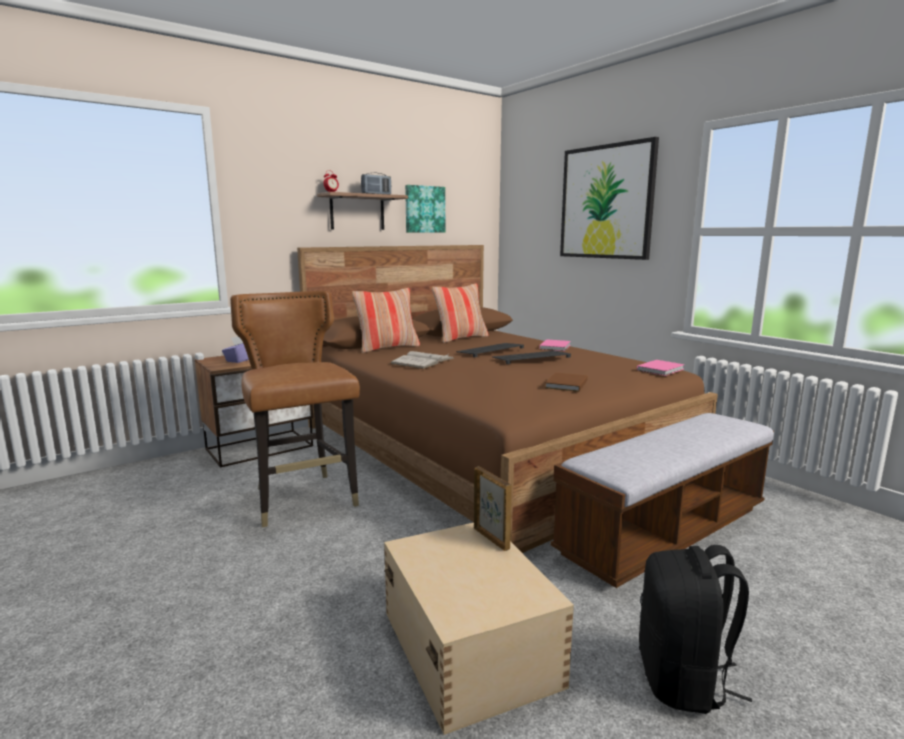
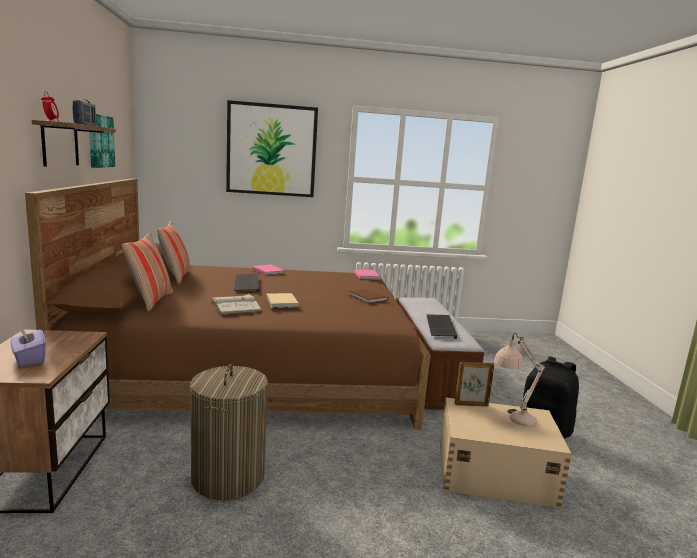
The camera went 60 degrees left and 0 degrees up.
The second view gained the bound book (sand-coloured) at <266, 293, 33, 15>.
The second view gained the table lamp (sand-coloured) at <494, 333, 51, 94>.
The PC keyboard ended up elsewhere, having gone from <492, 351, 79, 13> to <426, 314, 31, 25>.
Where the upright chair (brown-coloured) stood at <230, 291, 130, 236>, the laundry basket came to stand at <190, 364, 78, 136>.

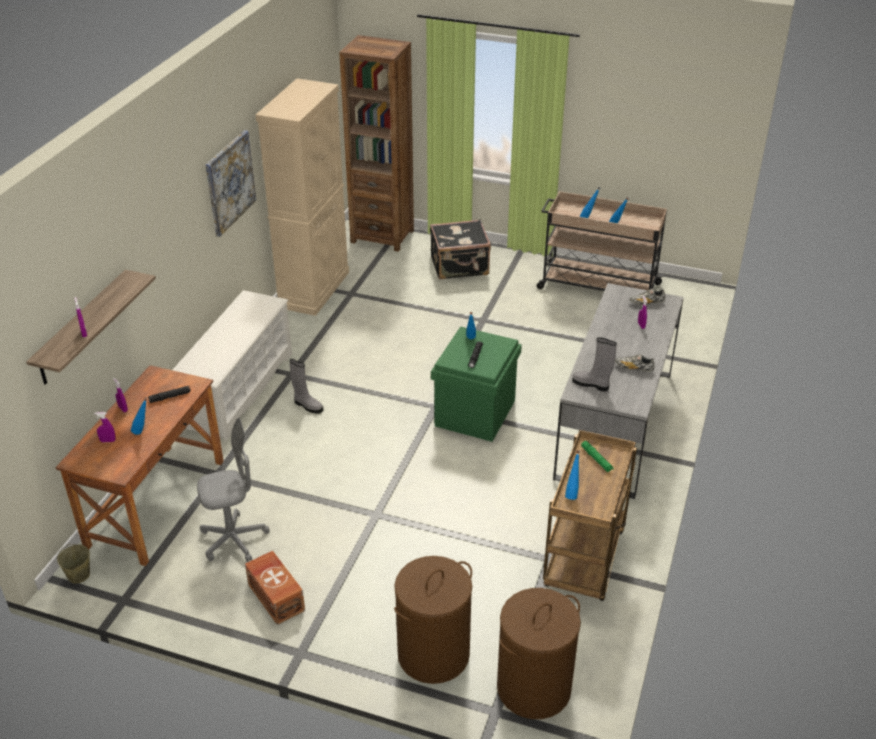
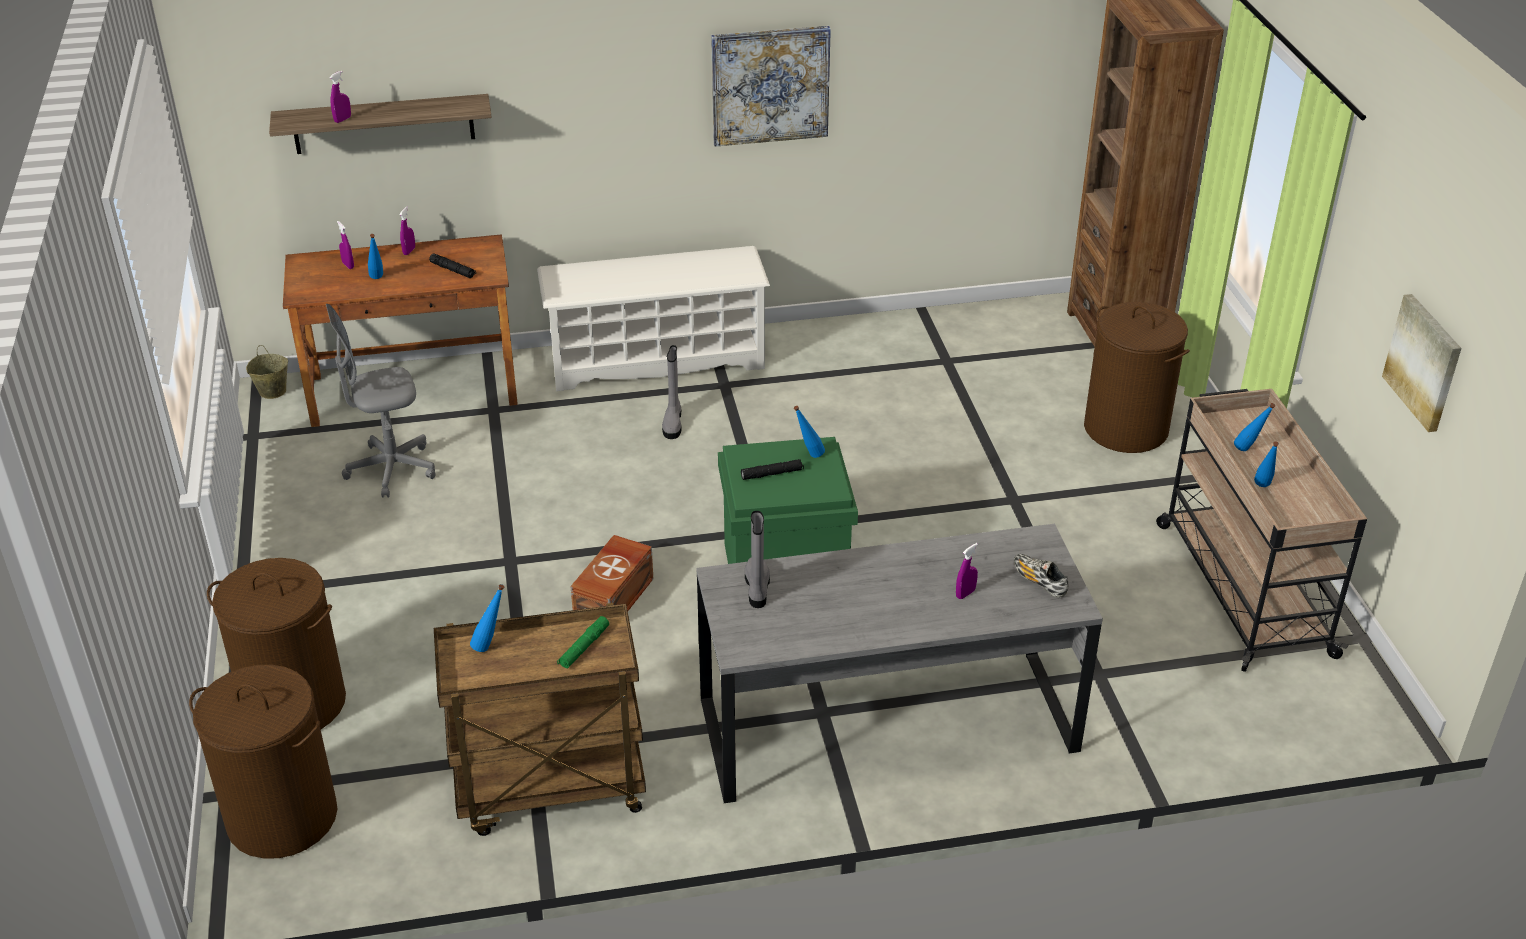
The camera went 60 degrees right and 0 degrees up.
The second view lost the storage cabinet (sand-coloured) at <255, 79, 94, 237>.
The second view lost the item of footwear at <615, 354, 40, 18>.
The second view gained the picture at <1382, 294, 79, 138>.
The storage box (brown-coloured) ended up elsewhere, having gone from <245, 551, 60, 74> to <570, 535, 83, 76>.
Where the piece of luggage (black-coloured) stood at <430, 219, 61, 60>, the laundry basket (brown-coloured) came to stand at <1084, 302, 106, 151>.
The office chair (greyish) at <197, 418, 73, 144> ended up facing another way, 120 degrees clockwise from before.

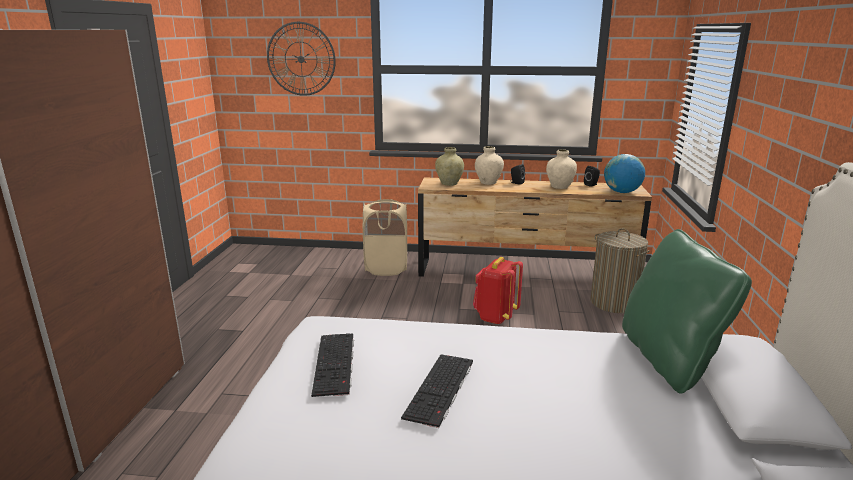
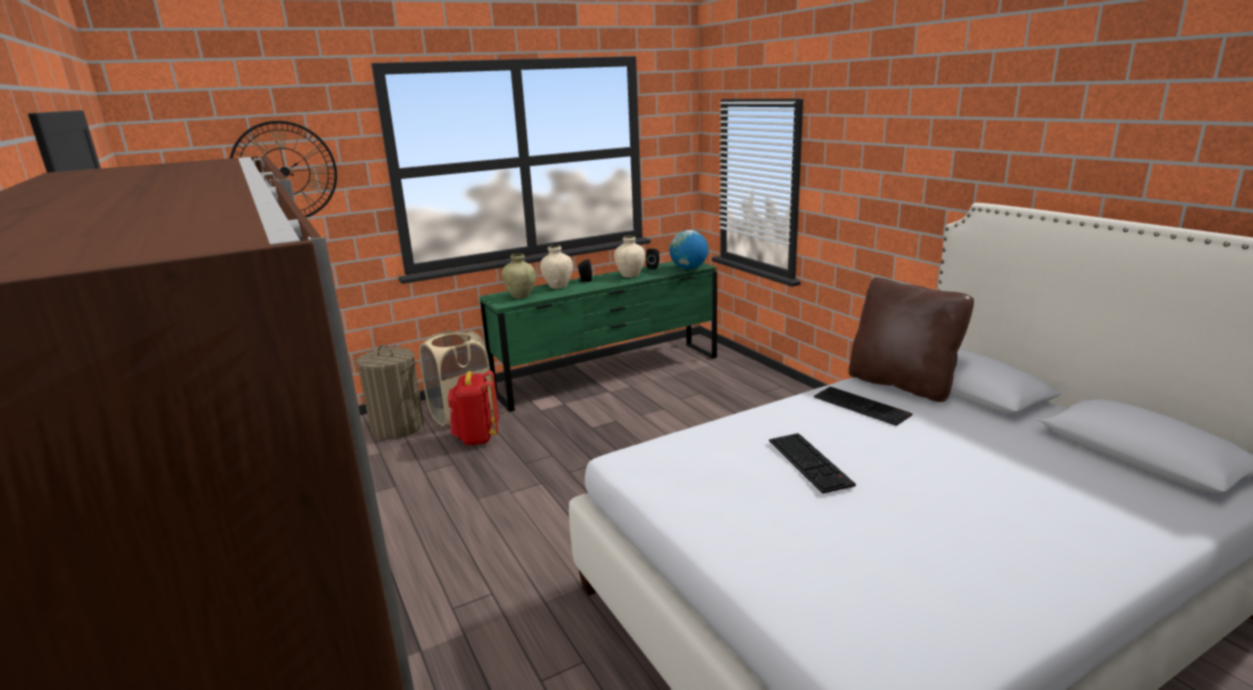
The camera went 35 degrees left and 0 degrees up.
The PC keyboard ended up elsewhere, having gone from <311, 333, 43, 64> to <814, 387, 99, 39>.
The knapsack (red-coloured) ended up elsewhere, having gone from <473, 257, 50, 67> to <448, 371, 51, 74>.
The laundry basket ended up elsewhere, having gone from <590, 228, 60, 85> to <356, 345, 68, 94>.
What was the dresser (brown-coloured) at <418, 177, 234, 100> turned into the dresser (green) at <480, 261, 237, 151>.
What was the cushion (green) at <622, 229, 130, 165> turned into the cushion (brown-coloured) at <848, 278, 126, 124>.

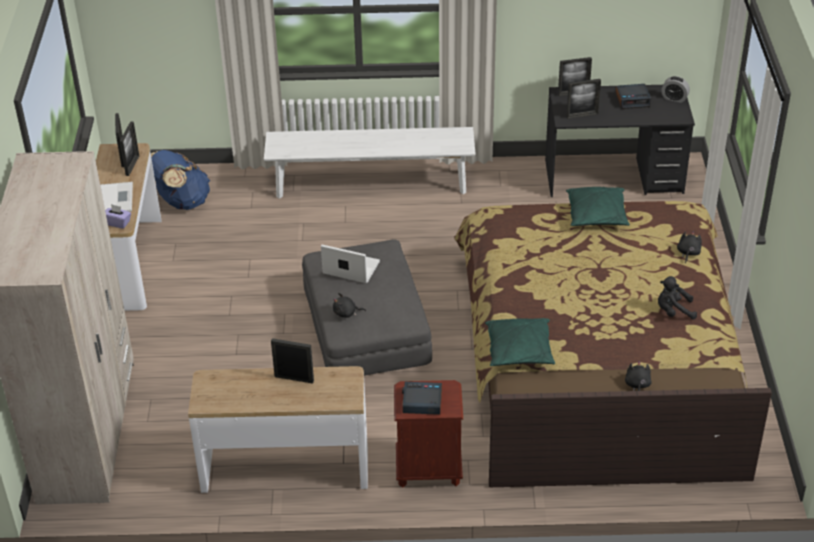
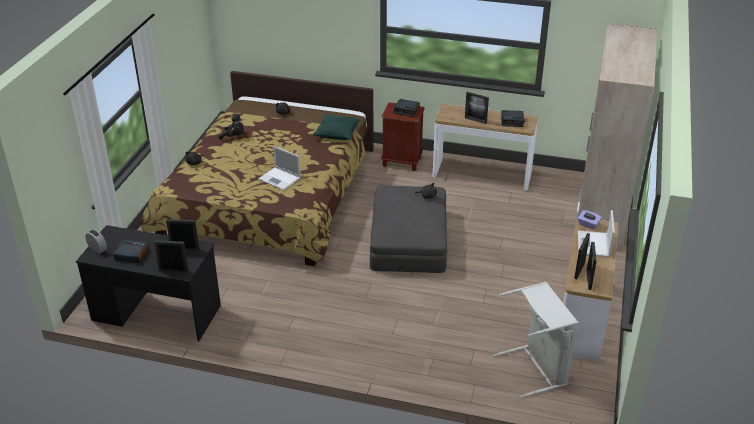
The camera went 165 degrees left and 5 degrees down.
The second view lost the bench (white-coloured) at <264, 127, 212, 72>.
The second view lost the cushion (green) at <566, 187, 64, 39>.
The second view gained the table clock at <501, 110, 24, 17>.
The portable computer ended up elsewhere, having gone from <321, 244, 59, 39> to <258, 146, 43, 44>.
Where the knapsack (bluish) stood at <151, 150, 59, 60>, the laundry basket (greyish) came to stand at <493, 282, 86, 116>.

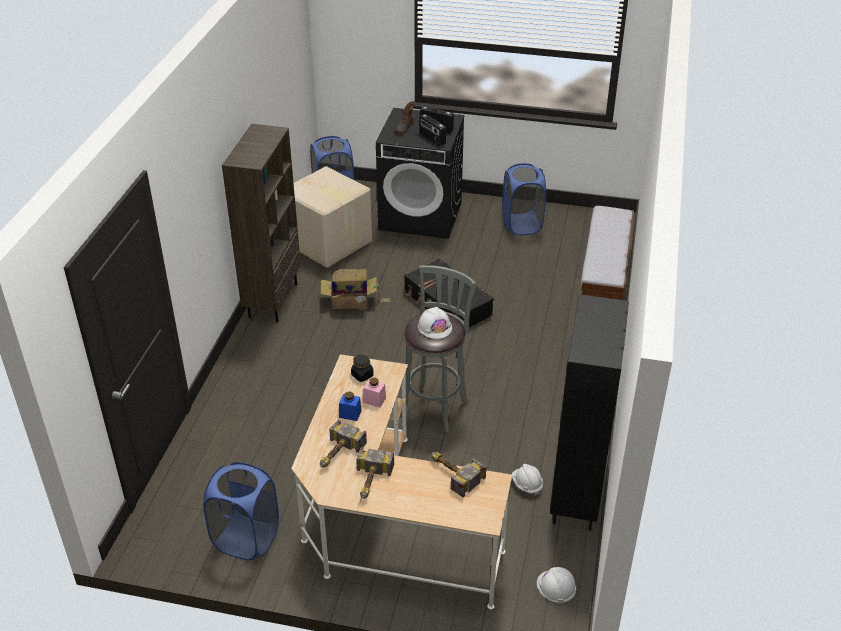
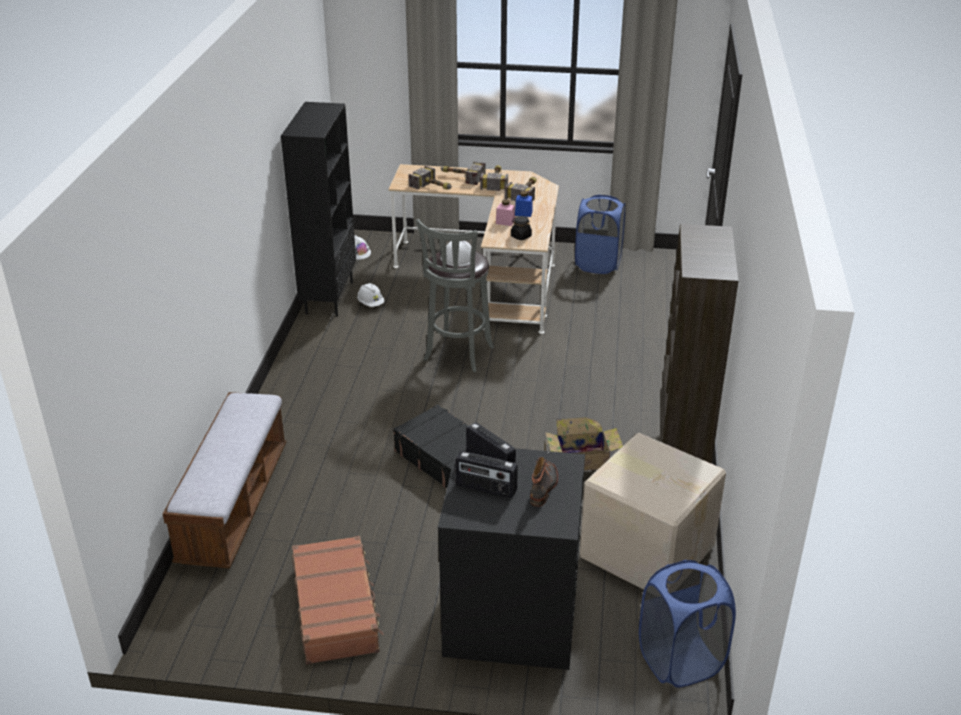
The camera went 175 degrees right and 5 degrees down.
The second view gained the hammer at <441, 161, 45, 24>.
Where the laundry basket (bluish) stood at <502, 163, 44, 72>, the piece of luggage (brown-coloured) came to stand at <292, 536, 92, 129>.

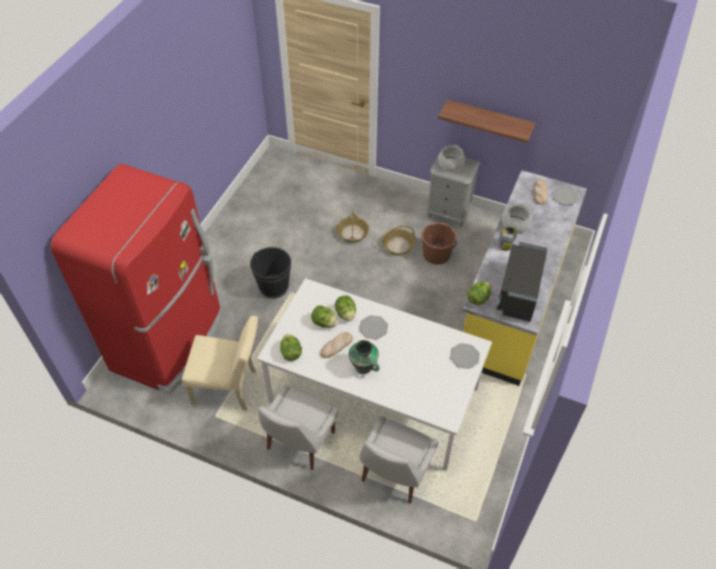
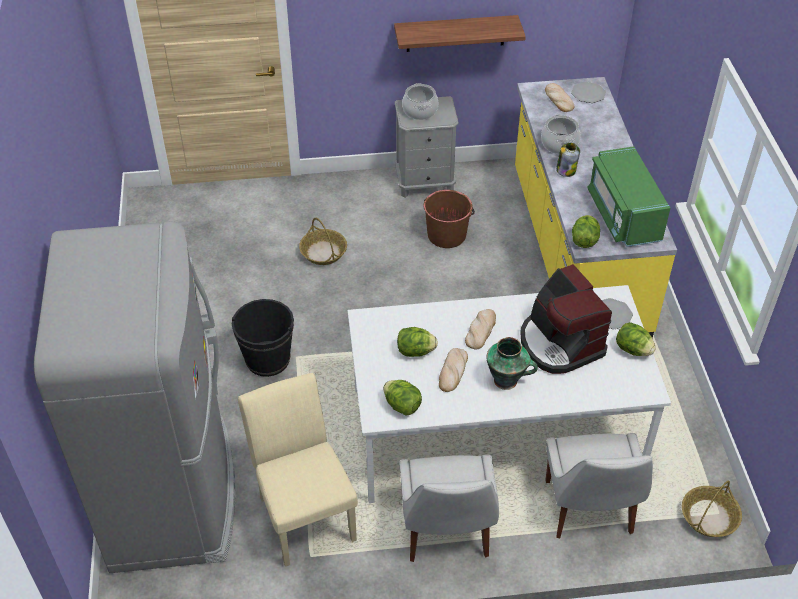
The camera went 30 degrees left and 5 degrees down.
The second view gained the coffee maker at <520, 264, 92, 110>.
The lettuce head ended up elsewhere, having gone from <335, 295, 21, 26> to <616, 322, 40, 34>.
The household basket ended up elsewhere, having gone from <382, 225, 33, 30> to <682, 481, 60, 56>.
Where the dinner plate stood at <359, 315, 29, 24>, the baked bread came to stand at <465, 309, 31, 41>.
What was the fridge (red-coloured) at <51, 164, 172, 231> turned into the fridge (greyish) at <34, 221, 201, 352>.
What was the microwave oven (black-coloured) at <497, 242, 51, 80> turned into the microwave oven (green) at <587, 146, 83, 101>.
The upright chair (sand-coloured) at <182, 316, 76, 95> ended up facing another way, 90 degrees counterclockwise from before.

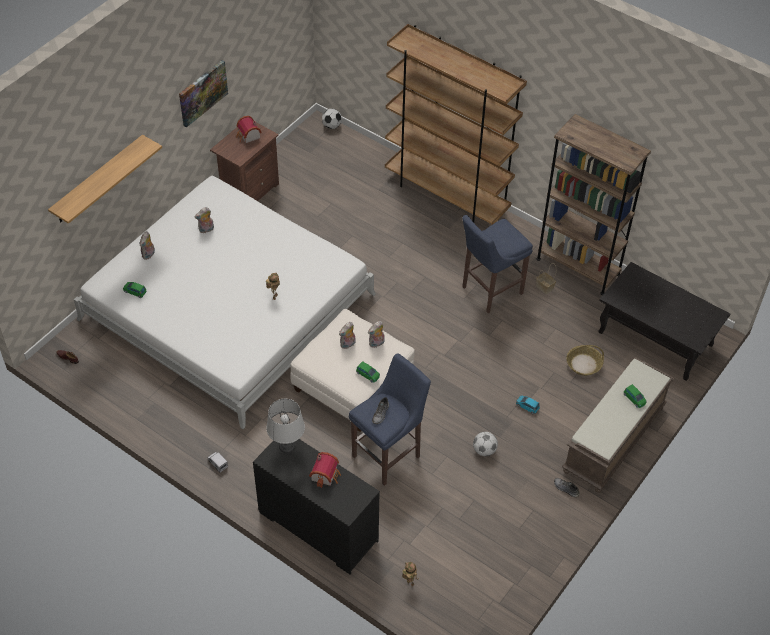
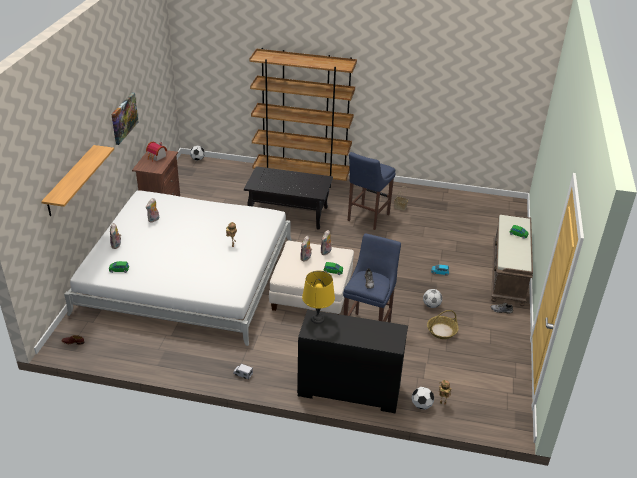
The camera went 25 degrees left and 15 degrees down.
The second view lost the miniature house at <309, 452, 32, 36>.
The second view lost the shelving unit (brown-coloured) at <536, 114, 115, 181>.
The second view gained the football at <412, 387, 22, 23>.
The household basket ended up elsewhere, having gone from <566, 345, 38, 31> to <427, 310, 32, 29>.
The low table (black-coloured) ended up elsewhere, having gone from <598, 262, 132, 119> to <244, 166, 89, 64>.
What was the table lamp (greyish) at <266, 399, 39, 54> turned into the table lamp (yellow) at <302, 271, 33, 53>.

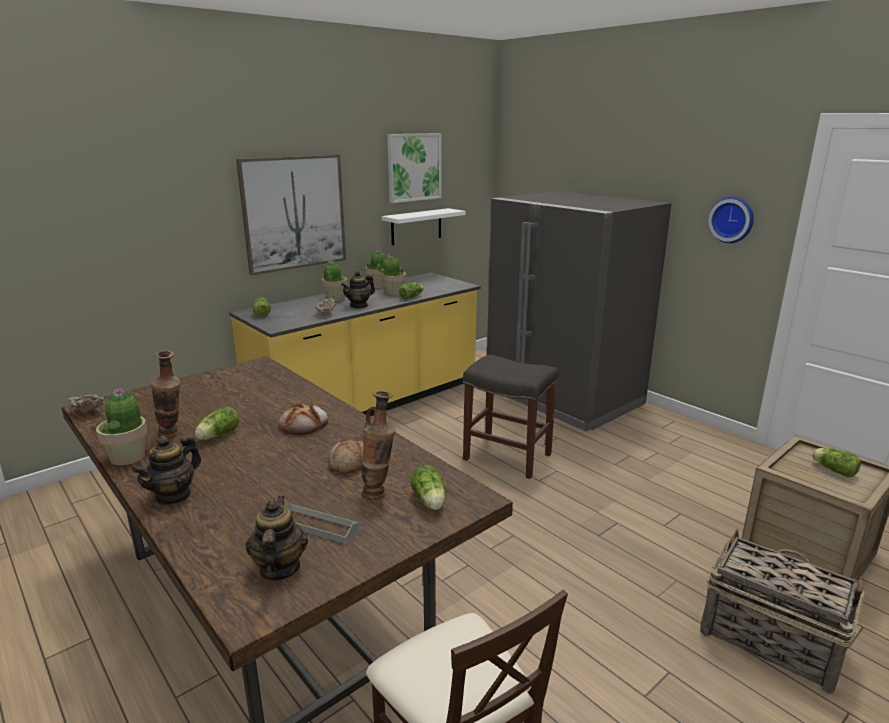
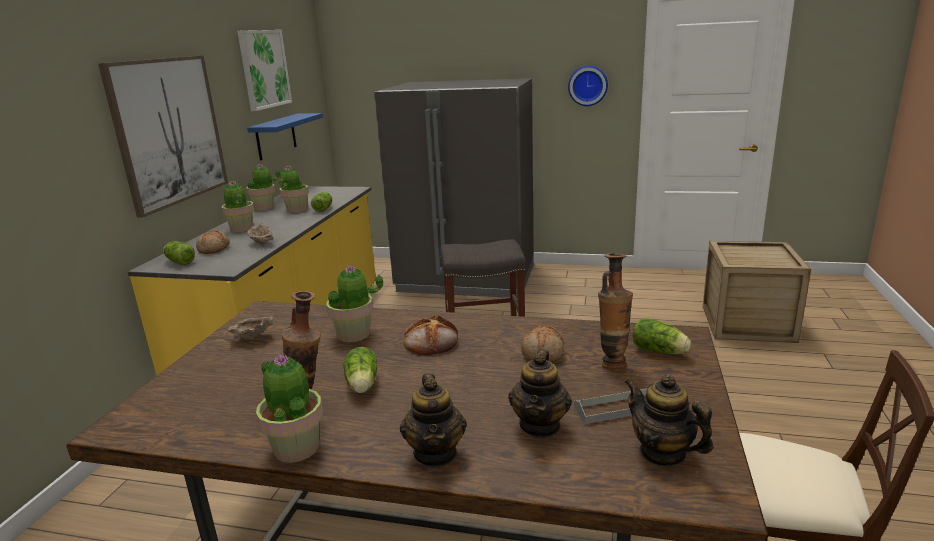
The camera went 35 degrees left and 0 degrees up.
The second view lost the household basket at <700, 529, 165, 165>.
The second view lost the lettuce head at <812, 448, 49, 29>.
The second view gained the baked bread at <196, 231, 34, 23>.
The second view gained the houseplant at <326, 265, 57, 77>.
The deep dish (sand-coloured) ended up elsewhere, having gone from <67, 394, 37, 19> to <228, 316, 46, 24>.
The tea pot ended up elsewhere, having gone from <341, 271, 34, 37> to <508, 349, 64, 89>.
What was the wall shelf (white-coloured) at <382, 208, 84, 37> turned into the wall shelf (bluish) at <247, 113, 76, 47>.

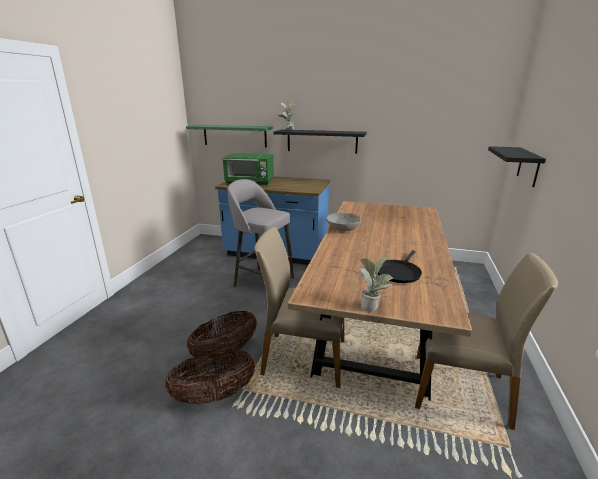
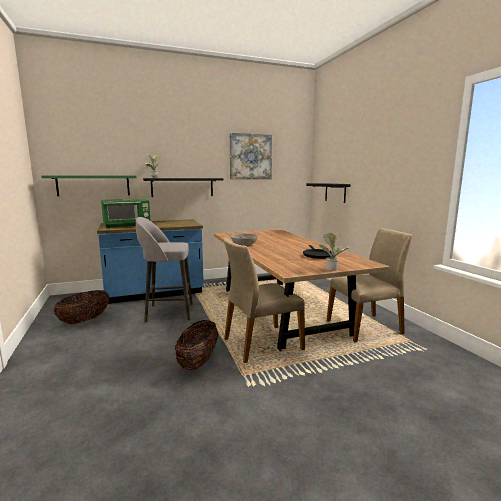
The camera went 35 degrees left and 10 degrees down.
The second view gained the picture at <229, 133, 43, 46>.
The household basket ended up elsewhere, having gone from <165, 350, 90, 55> to <54, 290, 55, 34>.

